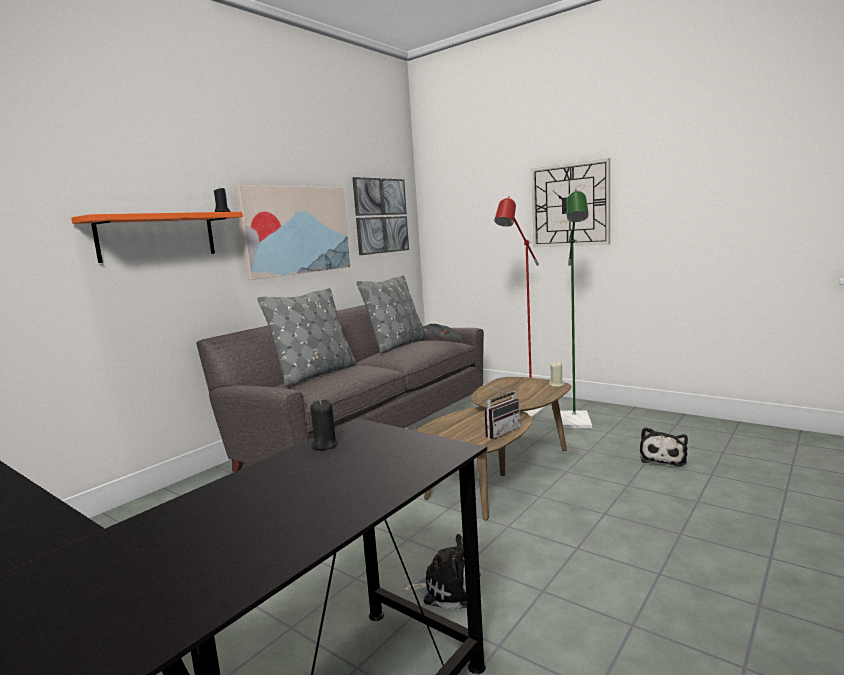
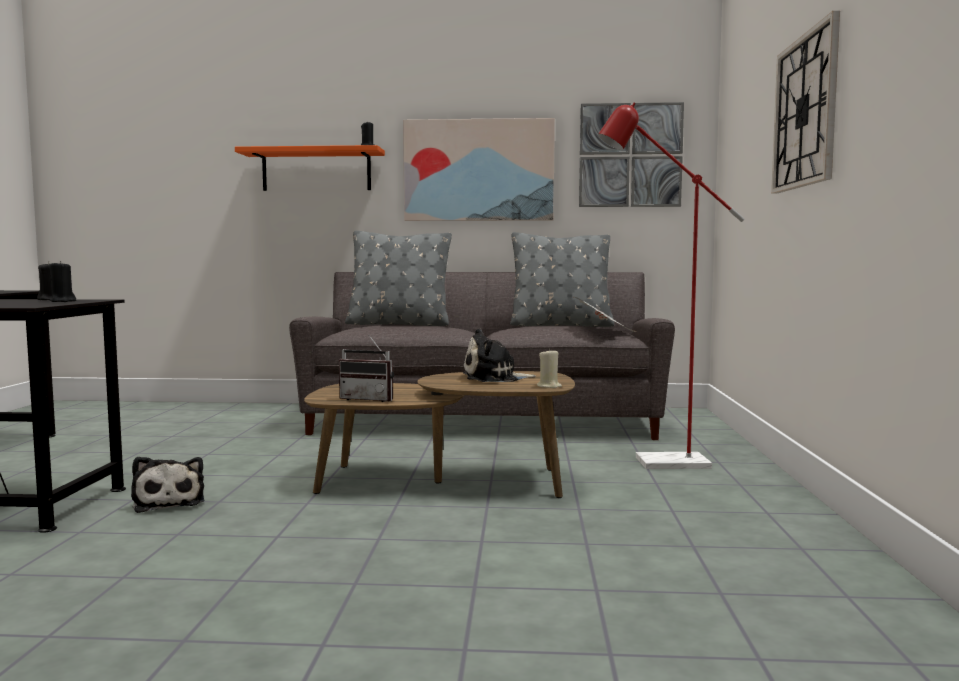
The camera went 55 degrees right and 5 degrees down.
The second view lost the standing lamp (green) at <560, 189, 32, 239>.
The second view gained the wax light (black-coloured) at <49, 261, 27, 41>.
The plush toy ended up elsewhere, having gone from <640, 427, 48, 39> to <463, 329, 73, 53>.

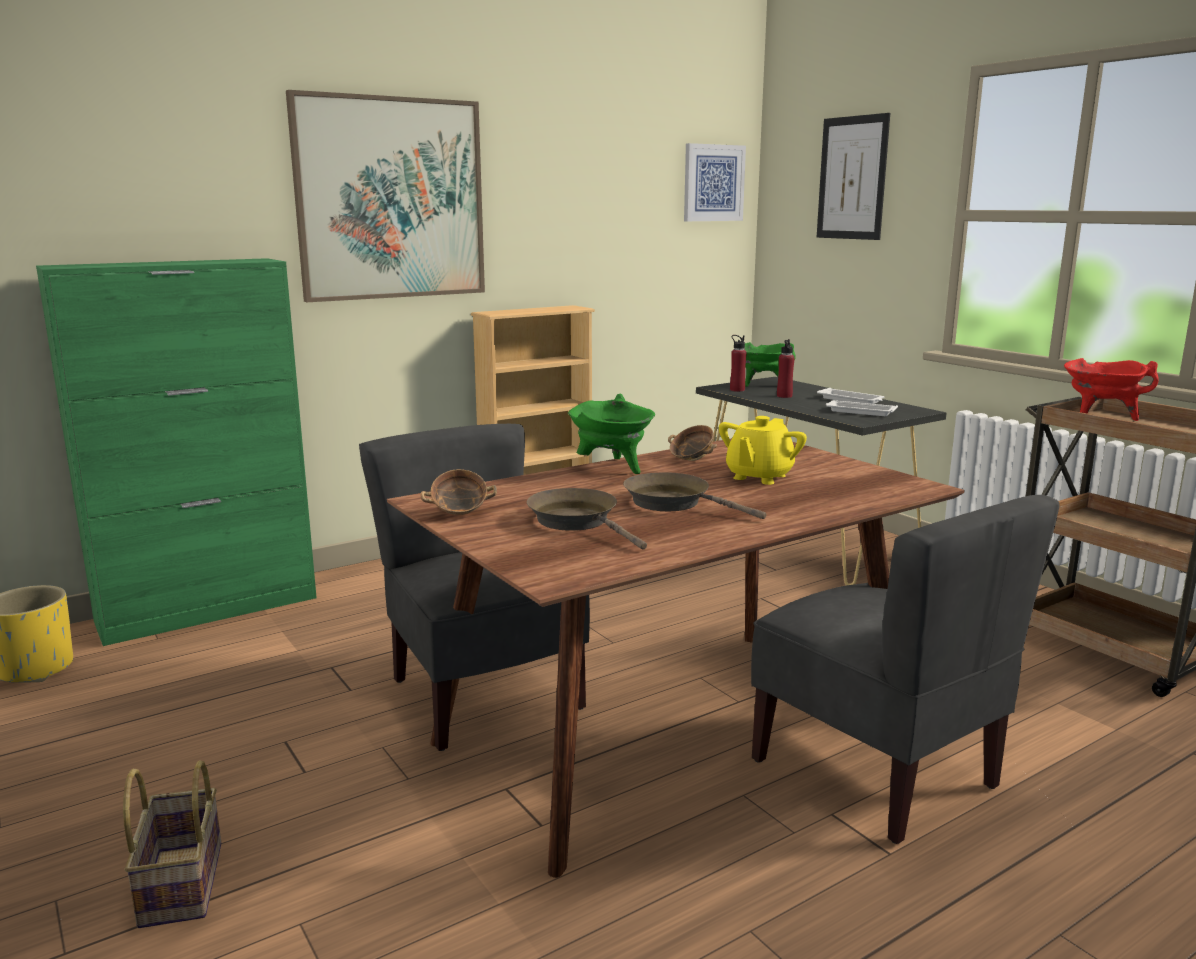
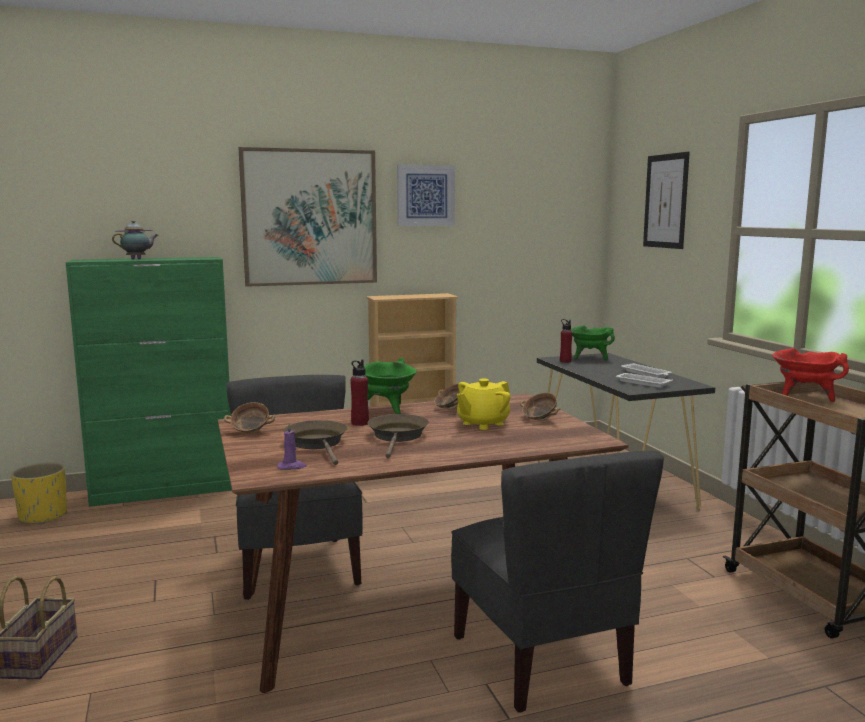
The camera went 15 degrees right and 5 degrees down.
The second view gained the tea pot at <112, 220, 46, 39>.
The second view gained the wax light (purple) at <277, 423, 30, 47>.
The second view gained the deep dish at <520, 393, 40, 28>.
The picture ended up elsewhere, having gone from <684, 143, 62, 78> to <397, 164, 58, 62>.
The bottle (red-coloured) ended up elsewhere, having gone from <777, 339, 18, 59> to <350, 359, 19, 67>.
The frying pan (brown-coloured) at <623, 473, 143, 46> ended up facing another way, 45 degrees clockwise from before.

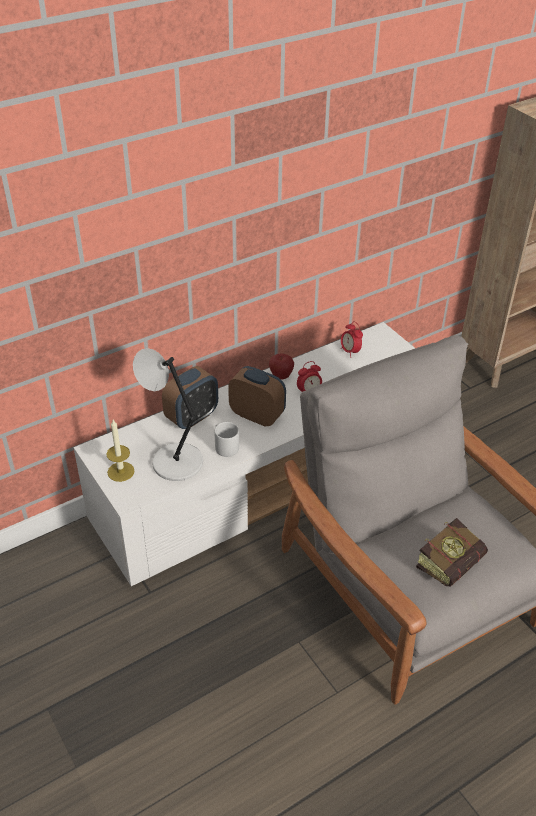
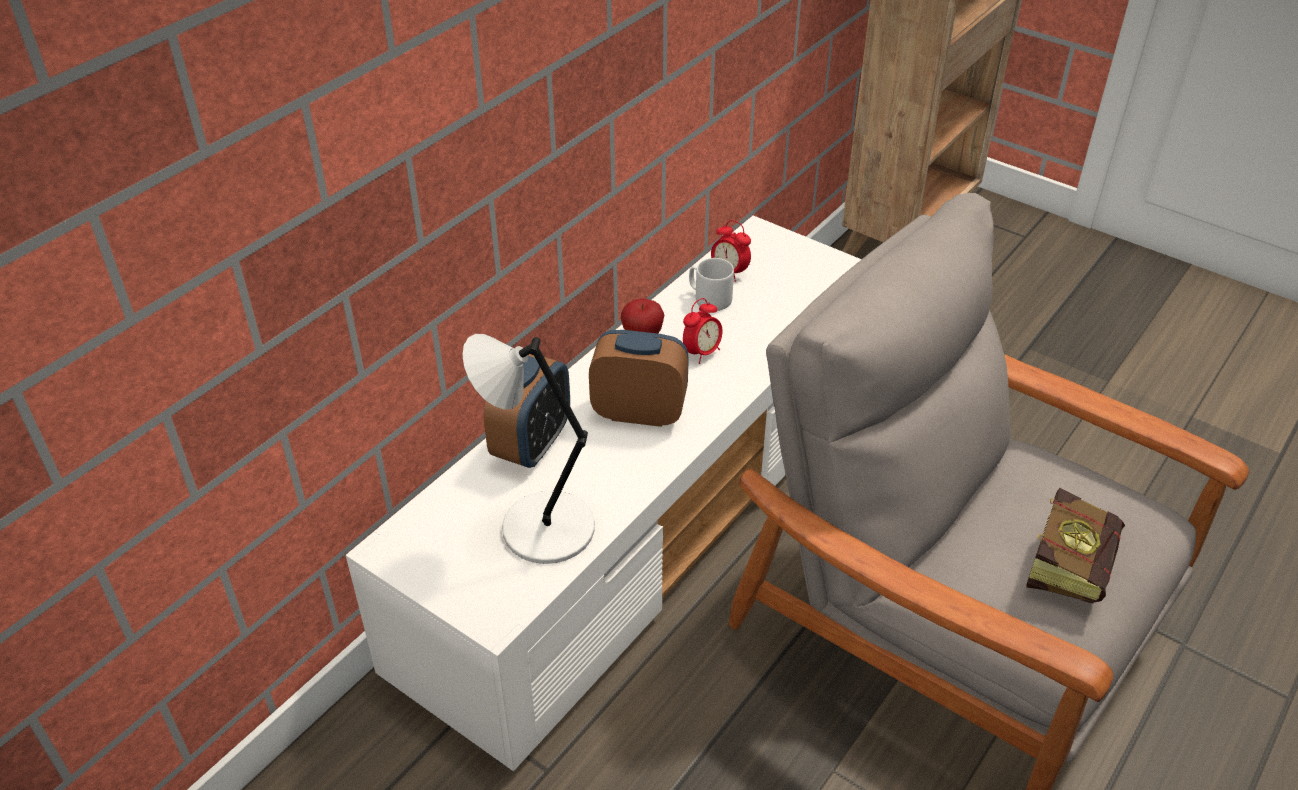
The camera went 20 degrees left and 0 degrees up.
The second view lost the wax light at <106, 420, 29, 62>.
The coffee mug (greyish) ended up elsewhere, having gone from <214, 422, 25, 35> to <689, 258, 45, 53>.

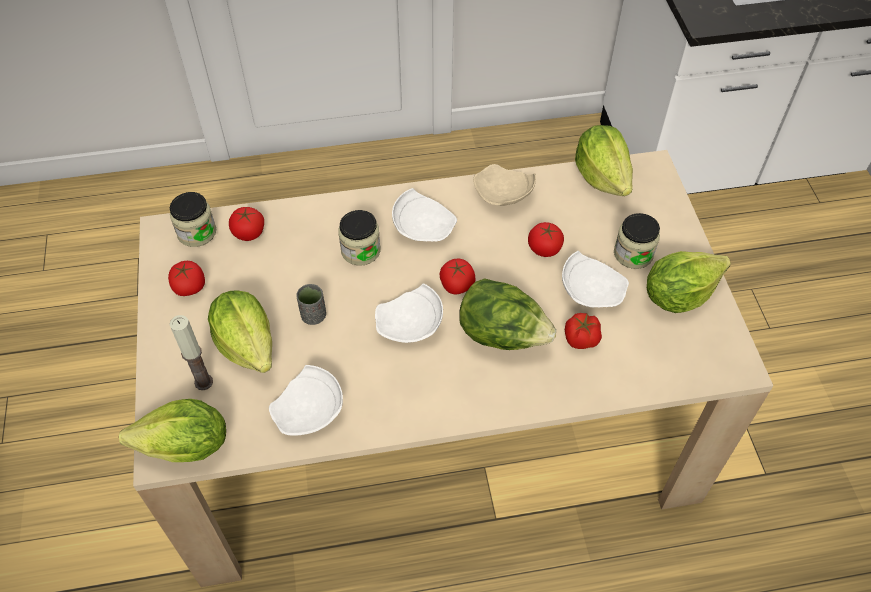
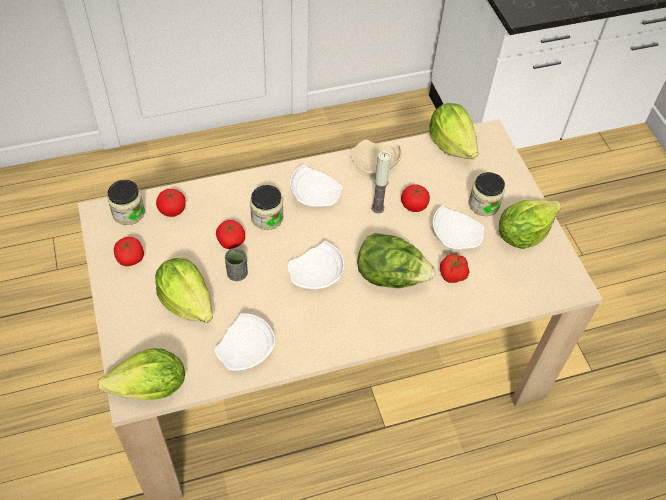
The camera went 10 degrees left and 0 degrees up.
The wax light ended up elsewhere, having gone from <169, 315, 44, 75> to <371, 151, 20, 62>.
The tomato ended up elsewhere, having gone from <440, 259, 35, 35> to <216, 220, 29, 29>.

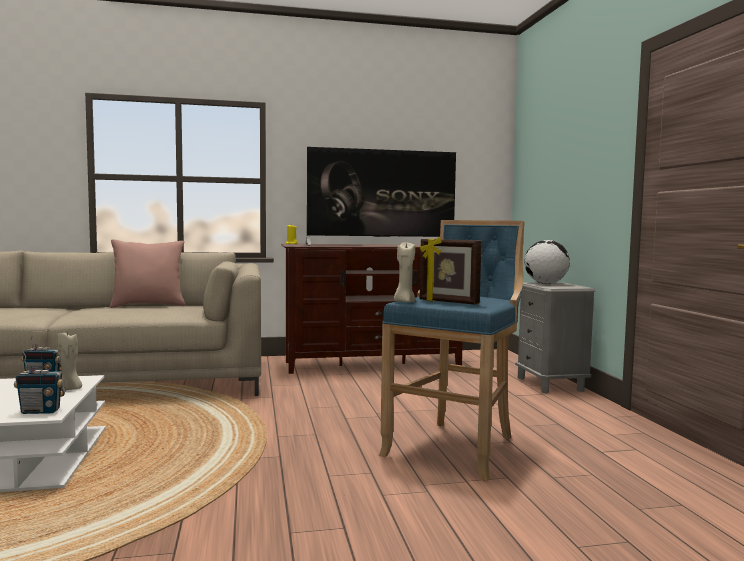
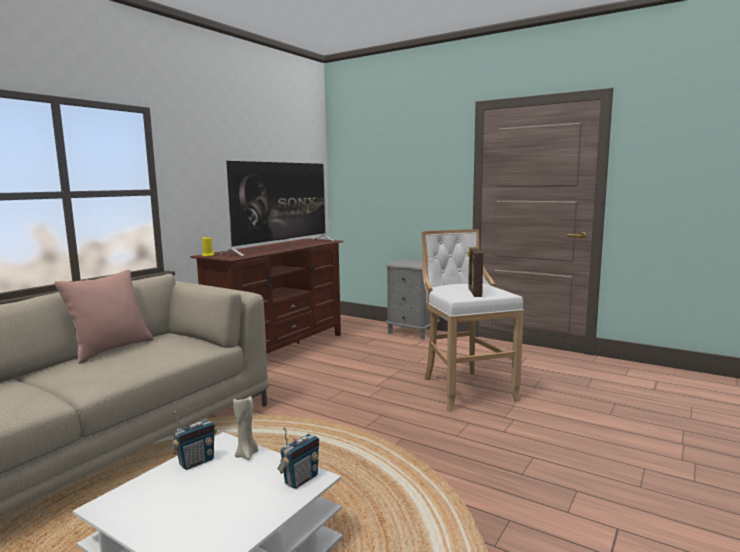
The camera went 45 degrees left and 5 degrees up.
The second view lost the wax light (sand-coloured) at <394, 241, 22, 61>.
The second view lost the world globe at <524, 240, 46, 44>.
What was the stool seat (bluish) at <379, 220, 146, 261> turned into the stool seat (white-coloured) at <422, 229, 102, 183>.
The picture frame at <420, 237, 62, 68> ended up facing another way, 105 degrees clockwise from before.

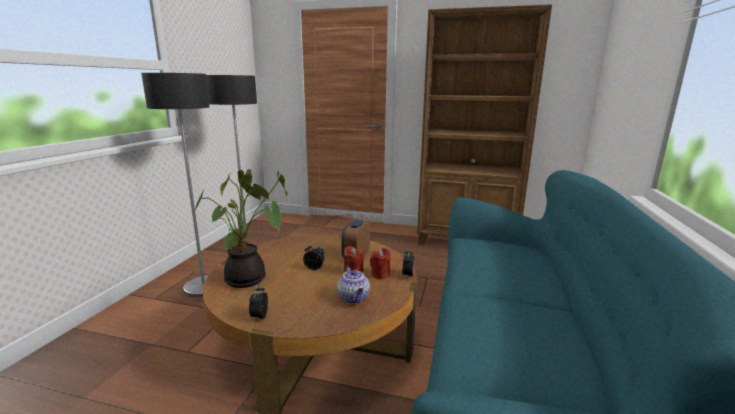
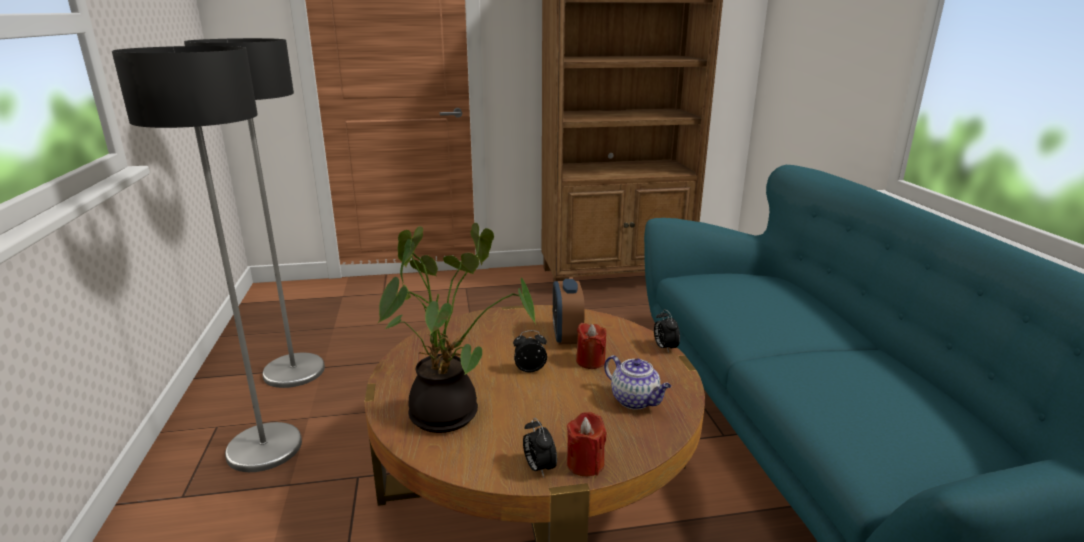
The camera went 25 degrees left and 5 degrees up.
The wax light (red-coloured) ended up elsewhere, having gone from <370, 248, 20, 31> to <567, 412, 39, 64>.

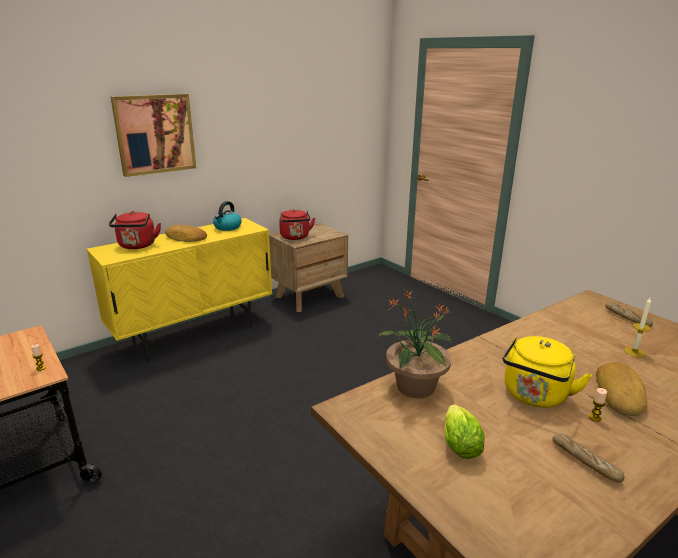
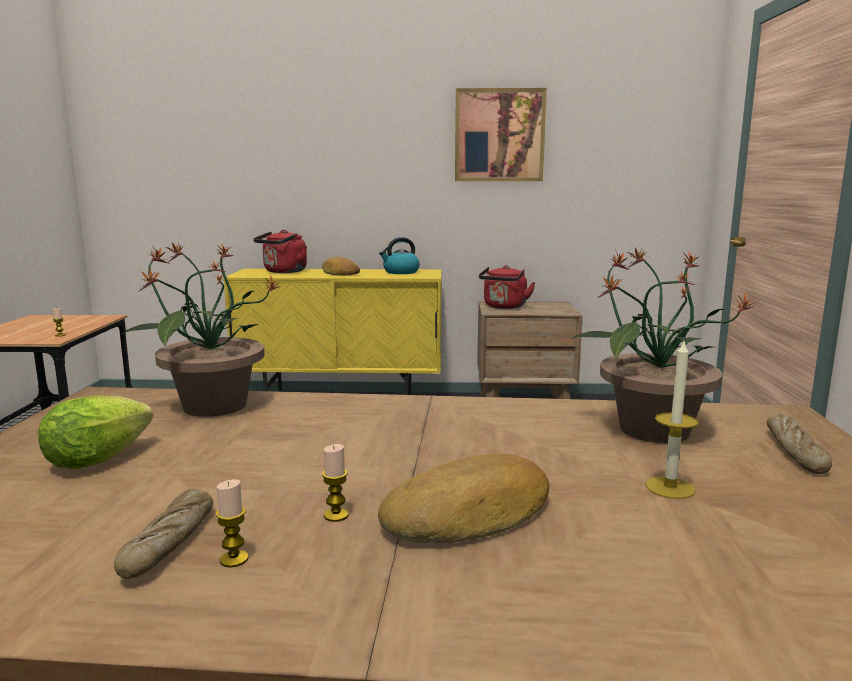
The camera went 40 degrees right and 10 degrees down.
The second view lost the kettle (yellow) at <503, 336, 89, 72>.
The second view gained the wax light at <216, 479, 33, 89>.
The second view gained the houseplant at <571, 247, 185, 196>.
The picture ended up elsewhere, having gone from <111, 94, 85, 83> to <455, 88, 92, 93>.

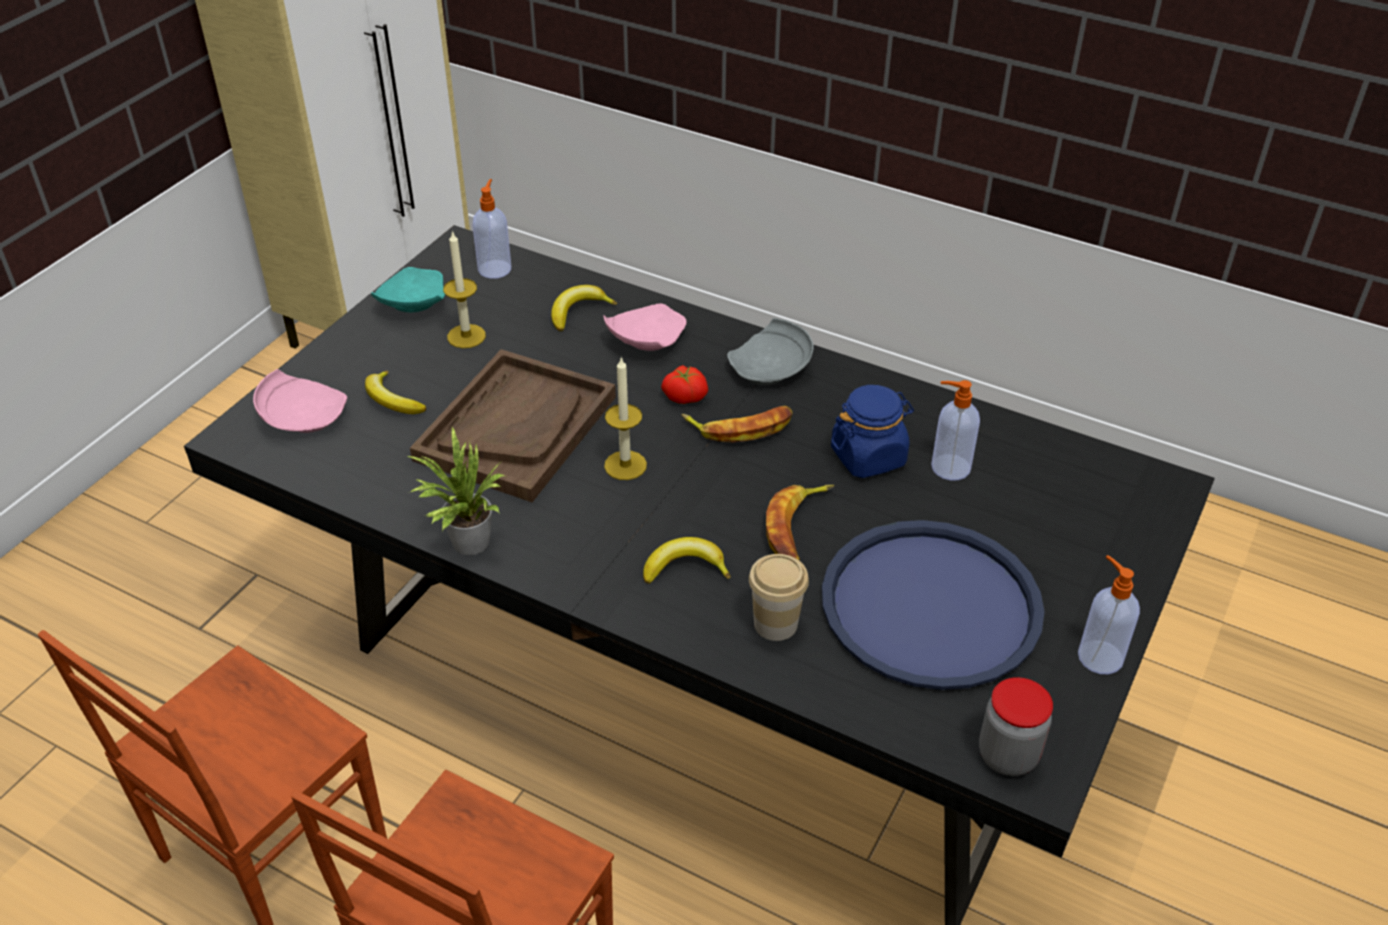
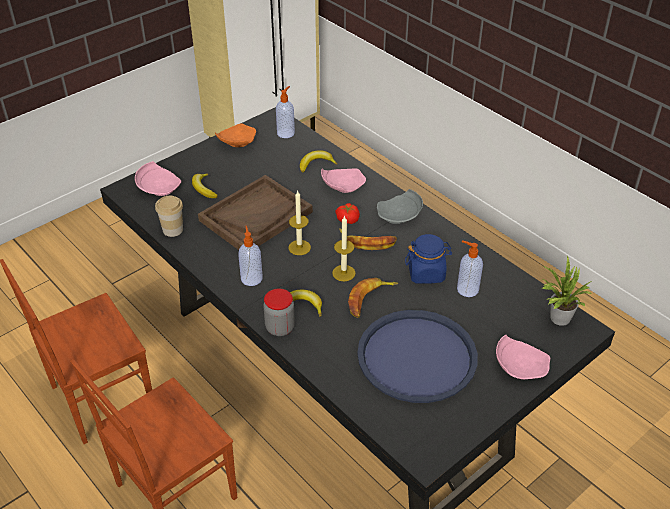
The camera went 20 degrees right and 0 degrees up.
The second view gained the dinner plate (pink-coloured) at <496, 335, 54, 44>.
The houseplant ended up elsewhere, having gone from <407, 427, 98, 128> to <542, 255, 50, 71>.
The wax light ended up elsewhere, having gone from <443, 230, 43, 118> to <332, 215, 24, 66>.
The small cup ended up elsewhere, having gone from <749, 554, 60, 87> to <155, 196, 28, 41>.
The storage jar ended up elsewhere, having gone from <979, 677, 74, 99> to <263, 289, 32, 47>.
The soap bottle ended up elsewhere, having gone from <1078, 555, 62, 119> to <238, 226, 25, 60>.
What was the dinner plate (turquoise-coloured) at <371, 267, 74, 45> turned into the dinner plate (orange-coloured) at <215, 123, 41, 24>.

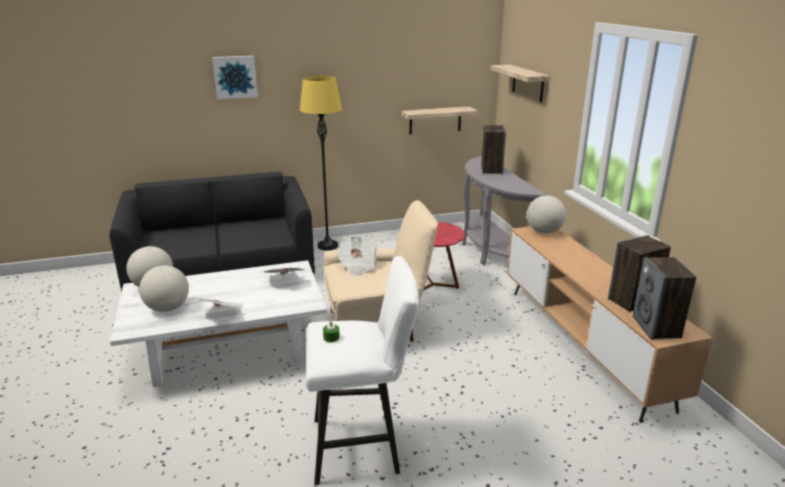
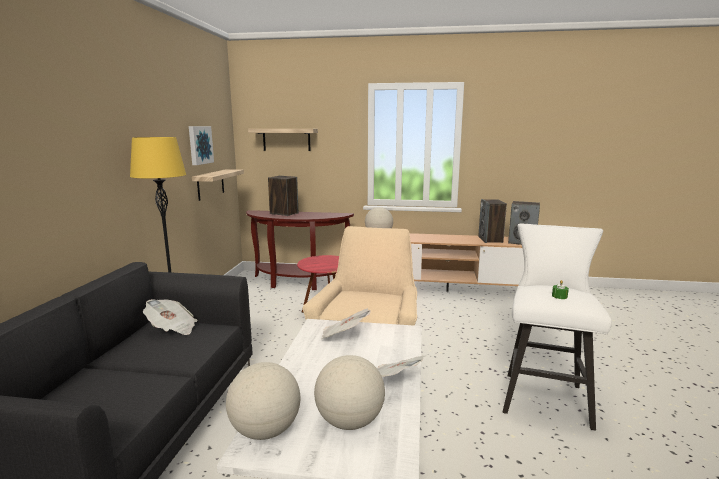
The camera went 65 degrees left and 10 degrees down.
The picture ended up elsewhere, having gone from <212, 56, 46, 43> to <189, 126, 25, 39>.
The daily paper ended up elsewhere, having gone from <337, 236, 40, 40> to <143, 299, 54, 36>.
What was the narrow table (greyish) at <462, 156, 85, 109> turned into the narrow table (brown-coloured) at <246, 210, 108, 80>.

